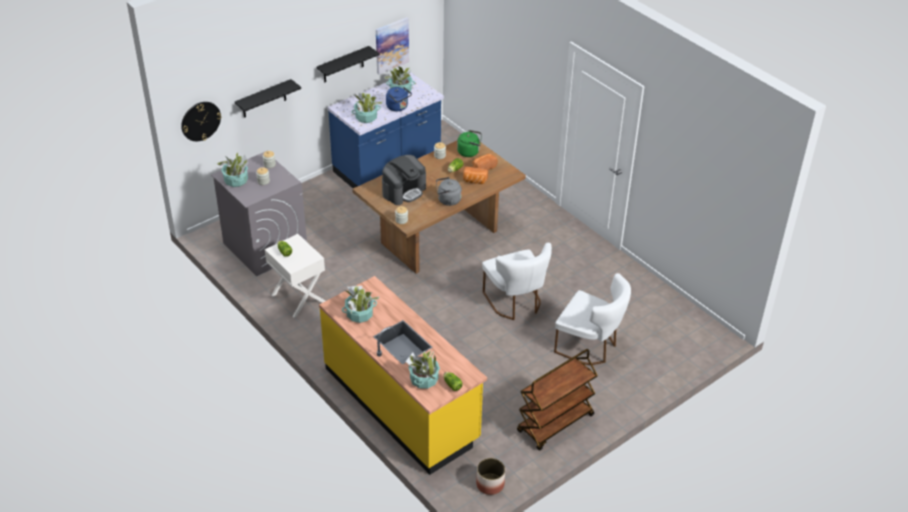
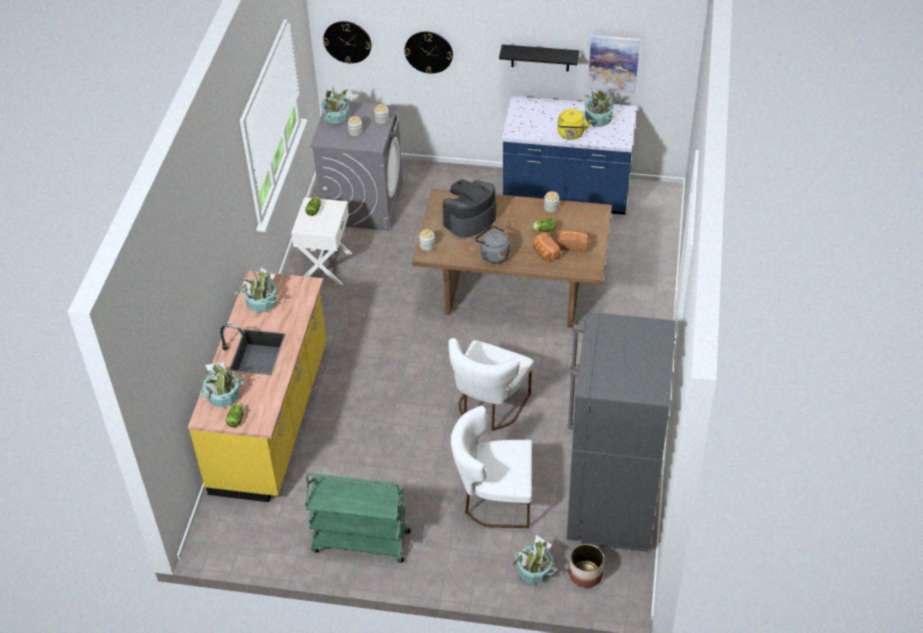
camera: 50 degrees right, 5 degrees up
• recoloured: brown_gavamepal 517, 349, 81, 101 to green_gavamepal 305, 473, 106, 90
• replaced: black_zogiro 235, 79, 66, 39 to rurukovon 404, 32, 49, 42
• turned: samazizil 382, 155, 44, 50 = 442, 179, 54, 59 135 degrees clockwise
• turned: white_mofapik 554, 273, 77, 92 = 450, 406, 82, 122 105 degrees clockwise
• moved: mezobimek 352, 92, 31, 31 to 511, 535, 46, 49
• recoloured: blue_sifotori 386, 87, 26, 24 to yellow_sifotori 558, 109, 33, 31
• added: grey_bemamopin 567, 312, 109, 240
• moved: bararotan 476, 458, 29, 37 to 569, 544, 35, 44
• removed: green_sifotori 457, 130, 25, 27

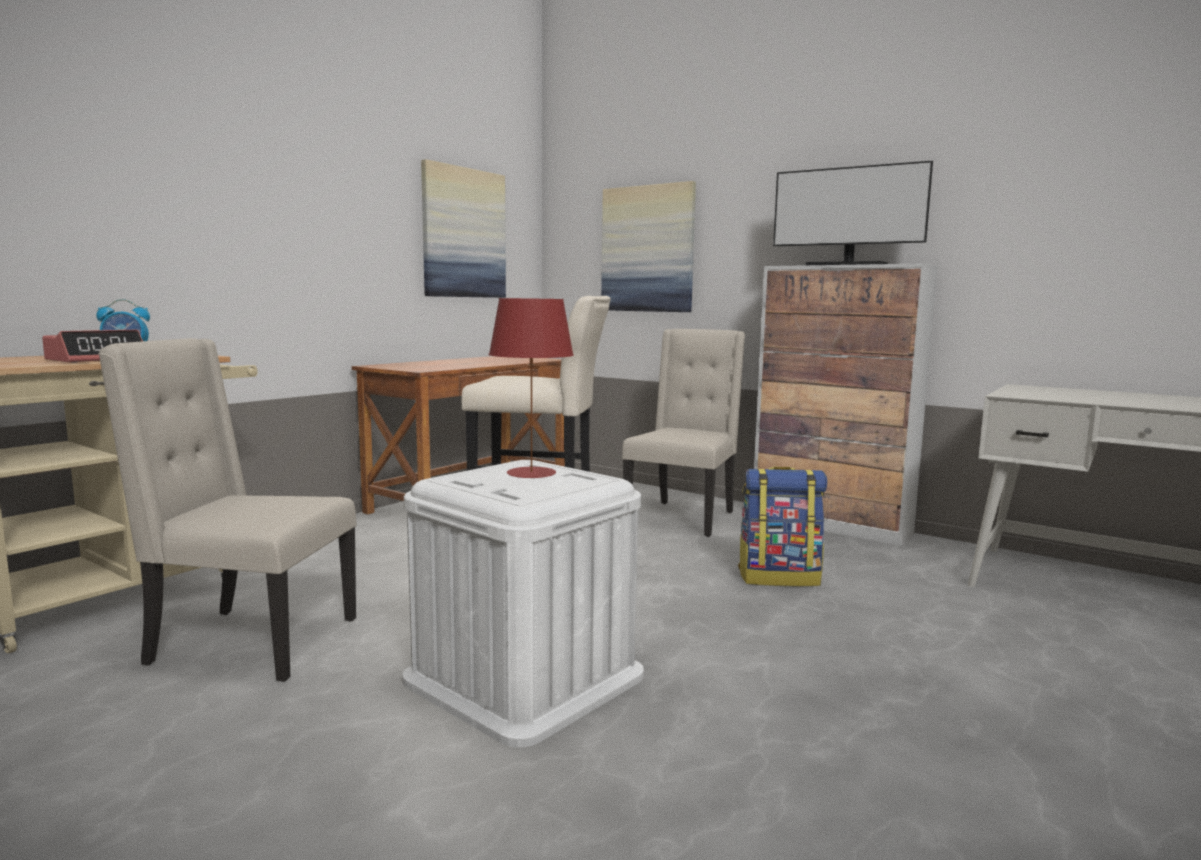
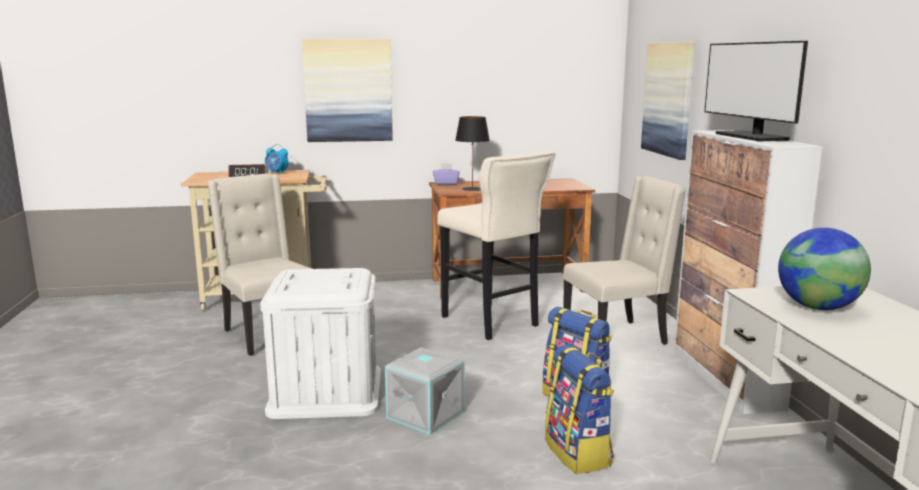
camera: 45 degrees right, 5 degrees up
• moved: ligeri 421, 159, 85, 139 to 302, 39, 91, 103
• added: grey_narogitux 385, 347, 80, 88
• added: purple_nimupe 433, 163, 27, 22
• added: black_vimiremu 455, 116, 35, 75
• added: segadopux 545, 344, 69, 130
• added: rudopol 778, 228, 93, 82
• removed: red_vimiremu 489, 298, 85, 181

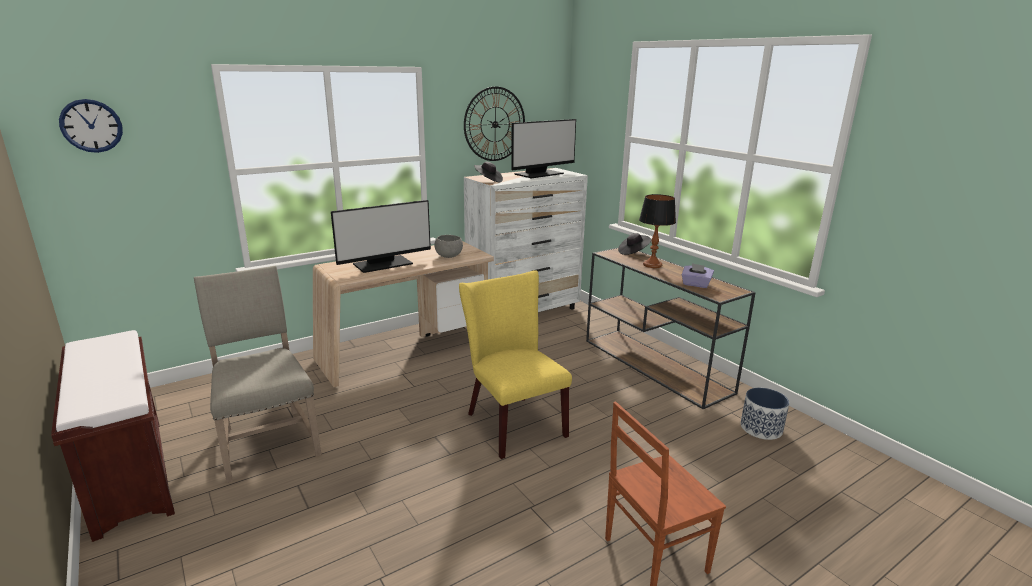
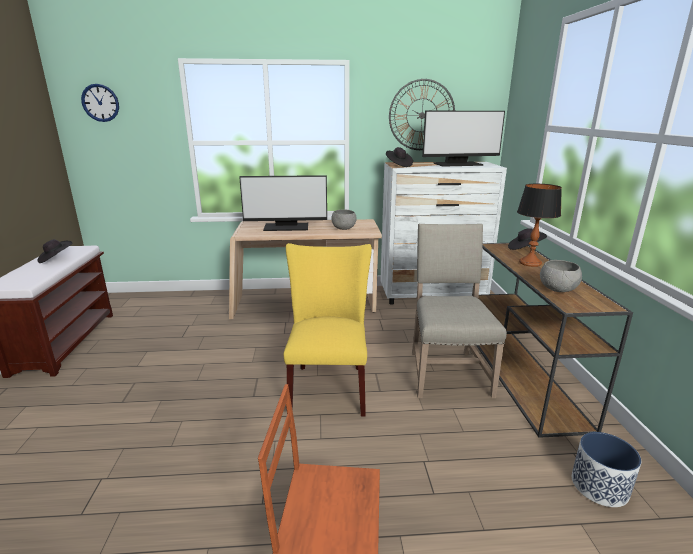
camera: 30 degrees right, 0 degrees up
• added: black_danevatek 38, 239, 34, 24
• moved: beige_mofapik 194, 266, 127, 217 to 412, 224, 95, 174
• replaced: purple_nimupe 682, 263, 32, 25 to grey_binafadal 540, 260, 42, 32

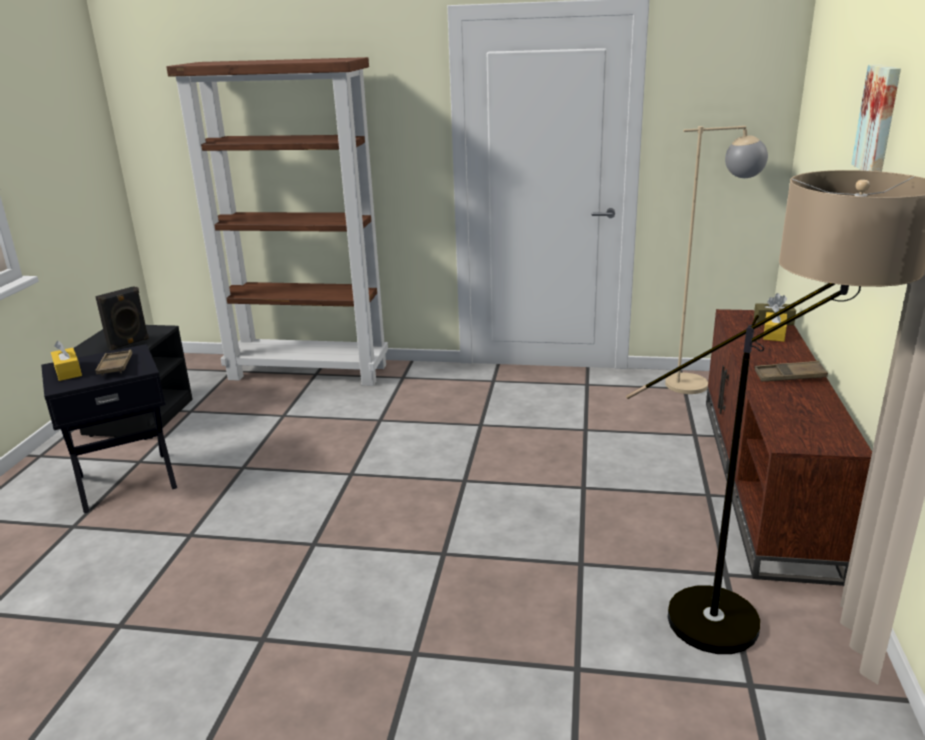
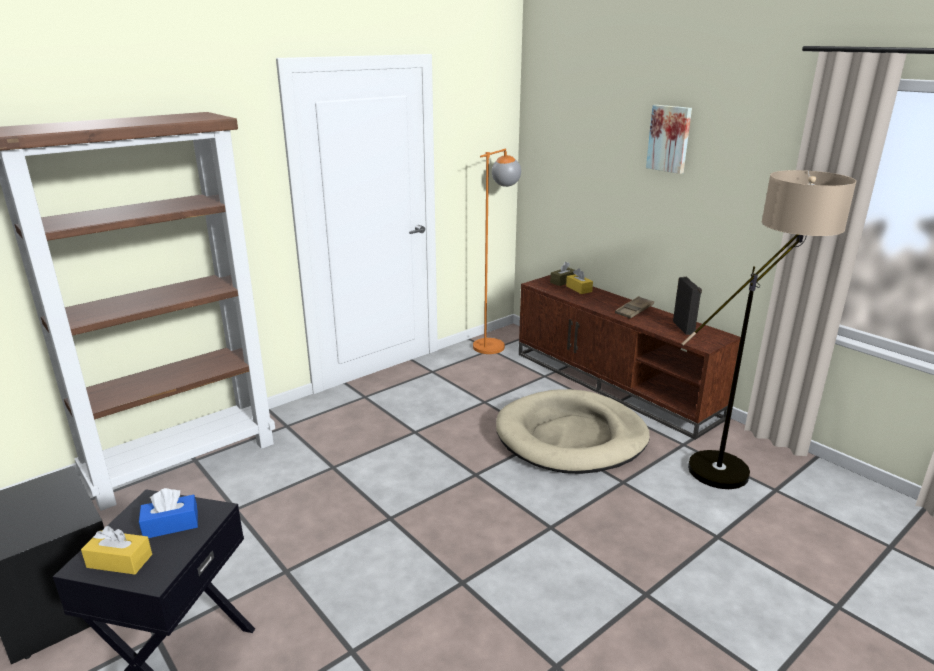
camera: 50 degrees left, 0 degrees up
• replaced: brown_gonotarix 95, 350, 38, 26 to blue_nimupe 139, 488, 59, 50
• recoloured: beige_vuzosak 665, 126, 103, 268 to orange_vuzosak 473, 149, 48, 205
• added: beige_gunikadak 496, 389, 154, 85
• moved: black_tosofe 95, 286, 54, 65 to 673, 277, 29, 58

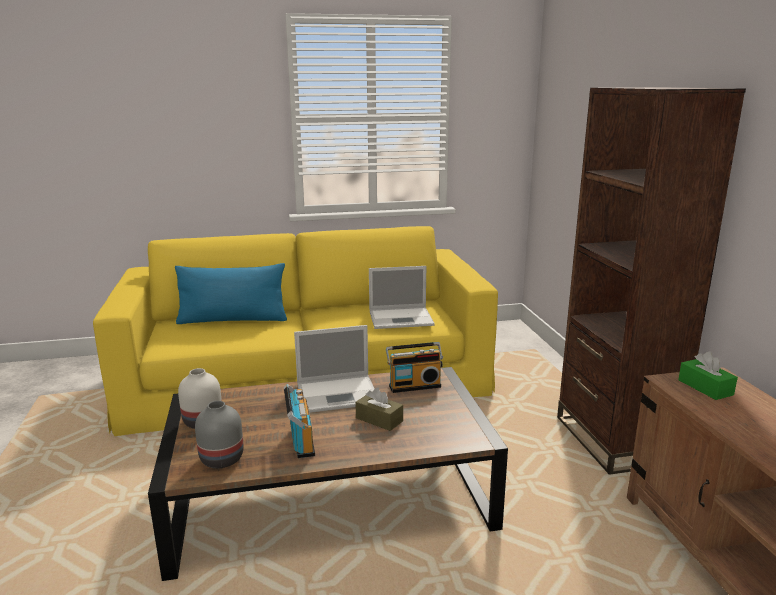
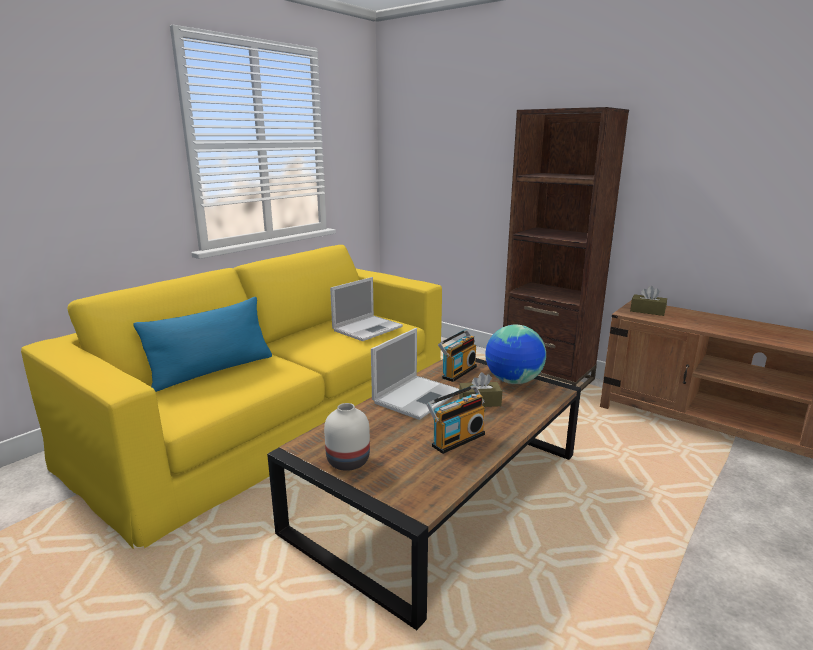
camera: 40 degrees left, 0 degrees up
• turned: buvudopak 284, 384, 31, 74 = 426, 385, 59, 69 105 degrees clockwise
• added: rudopol 485, 325, 61, 59
• recoloured: green_nimupe 678, 351, 60, 49 to brown_nimupe 630, 286, 37, 30
• removed: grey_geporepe 195, 401, 49, 67

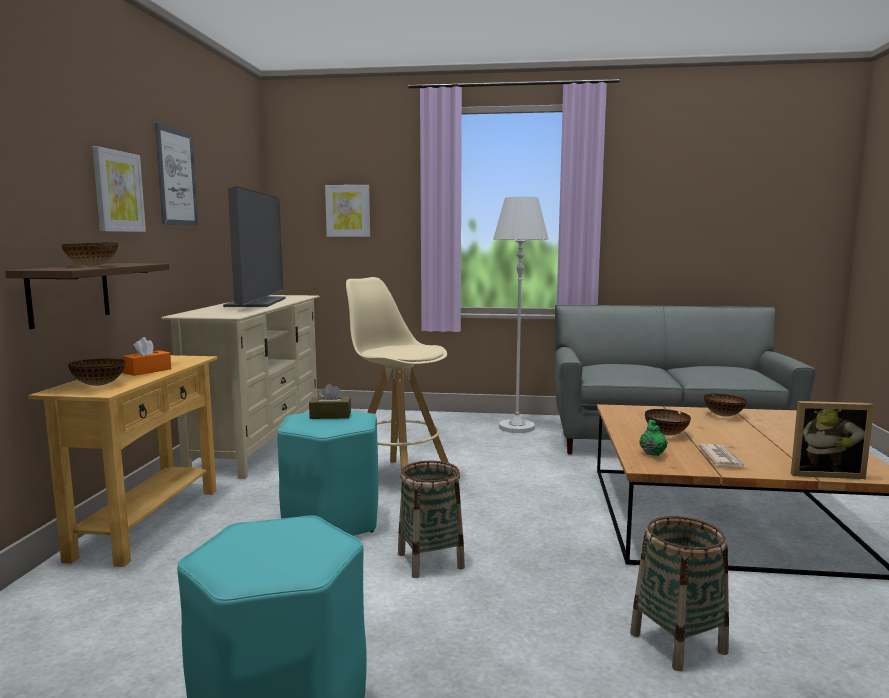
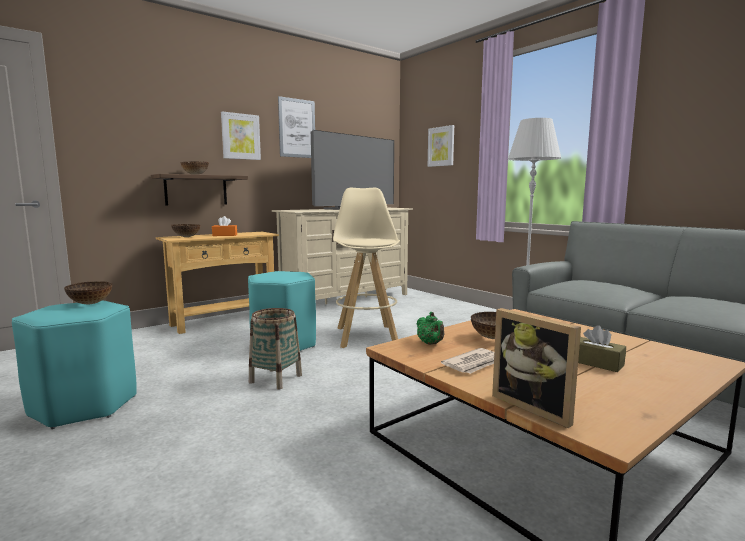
camera: 45 degrees right, 0 degrees up
• moved: binafadal 704, 394, 43, 23 to 64, 281, 48, 23
• turned: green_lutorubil 639, 420, 29, 36 = 417, 312, 27, 33 105 degrees clockwise
• moved: brown_nimupe 309, 384, 42, 35 to 578, 325, 48, 47
• removed: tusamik 630, 516, 99, 155

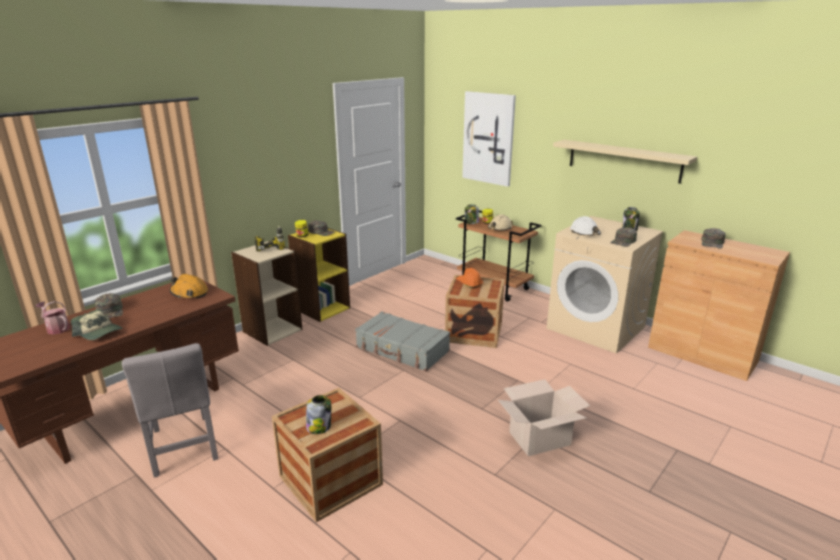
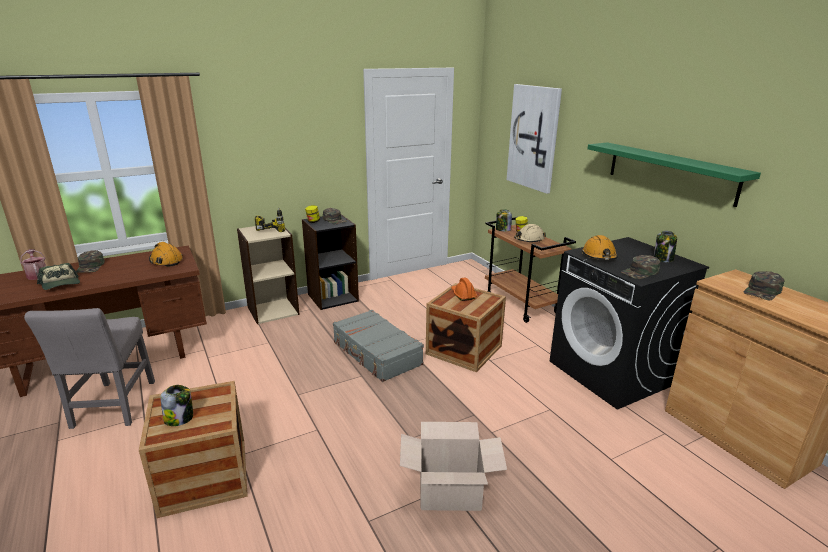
camera: 20 degrees right, 0 degrees up
• recoloured: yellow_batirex 288, 228, 62, 94 to black_batirex 302, 214, 57, 96
• recoloured: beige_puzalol 547, 216, 116, 138 to black_puzalol 550, 237, 159, 173
• recoloured: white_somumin 570, 216, 31, 20 to orange_somumin 582, 235, 36, 25
• recoloured: beige_zogiro 553, 140, 144, 44 to green_zogiro 588, 142, 173, 65

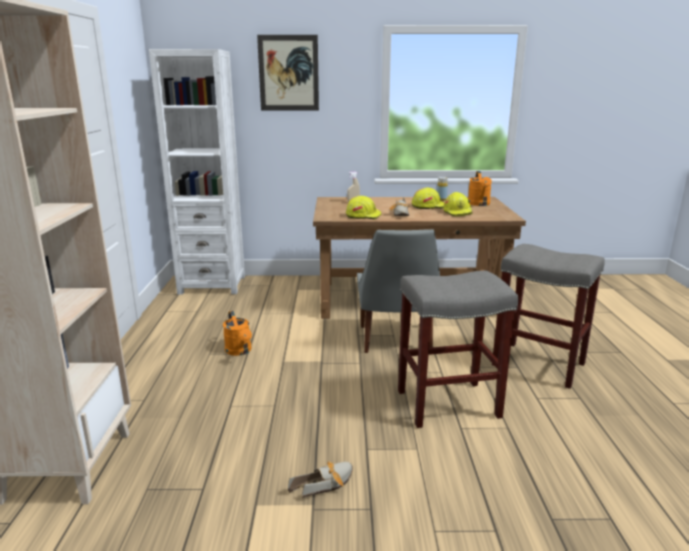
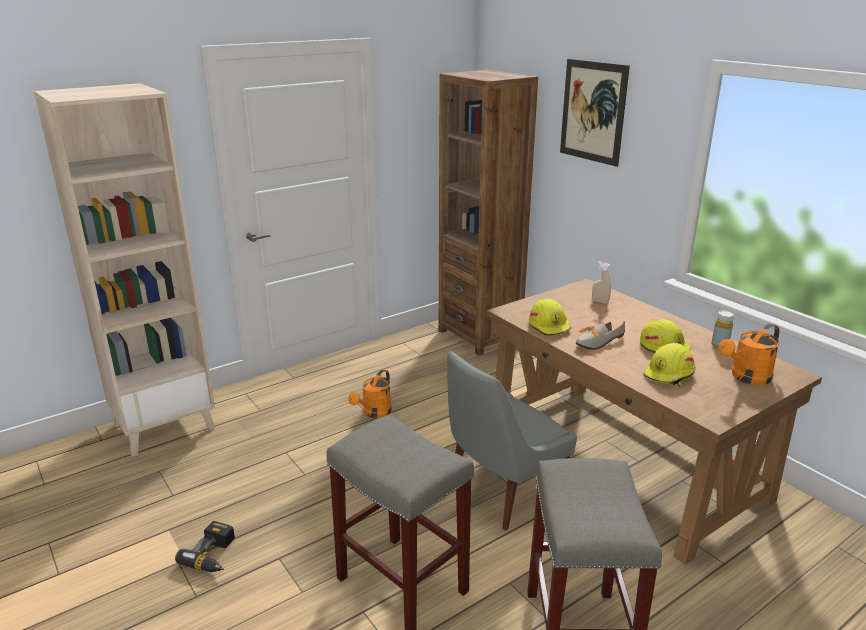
camera: 55 degrees right, 5 degrees up
• replaced: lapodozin 288, 461, 65, 37 to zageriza 175, 521, 60, 51
• recoloured: white_batirex 149, 49, 96, 246 to brown_batirex 439, 70, 99, 286

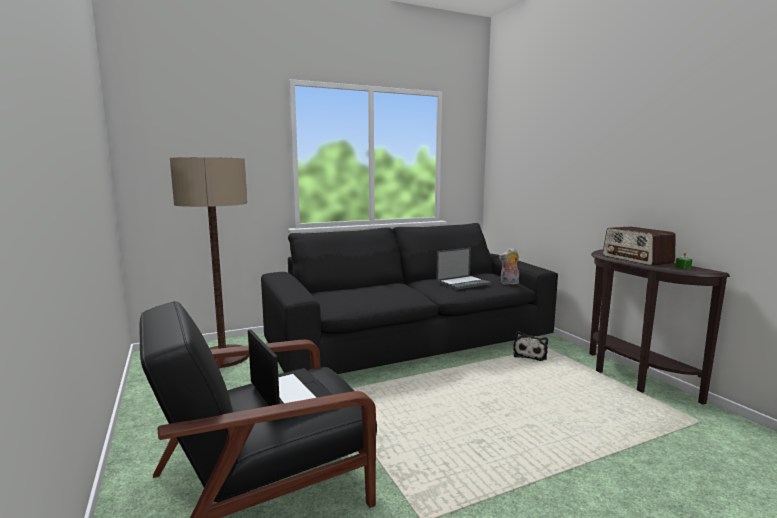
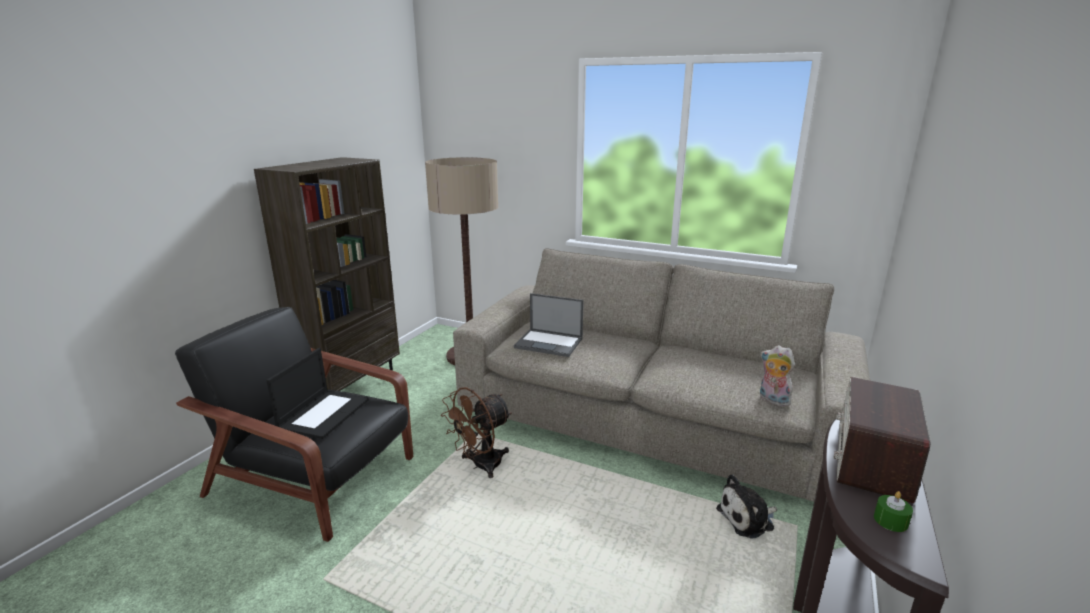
camera: 50 degrees right, 10 degrees up
• added: brown_batirex 254, 157, 146, 234
• added: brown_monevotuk 441, 387, 71, 91
• recoloured: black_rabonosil 261, 223, 297, 151 to beige_rabonosil 453, 248, 417, 254
• moved: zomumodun 436, 248, 55, 42 to 514, 293, 70, 64

